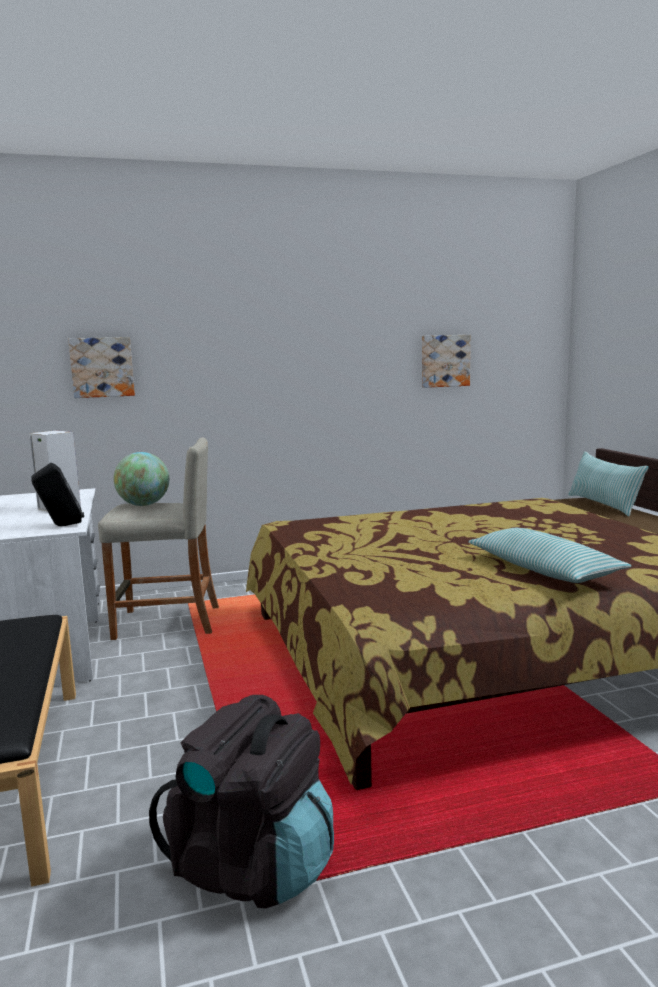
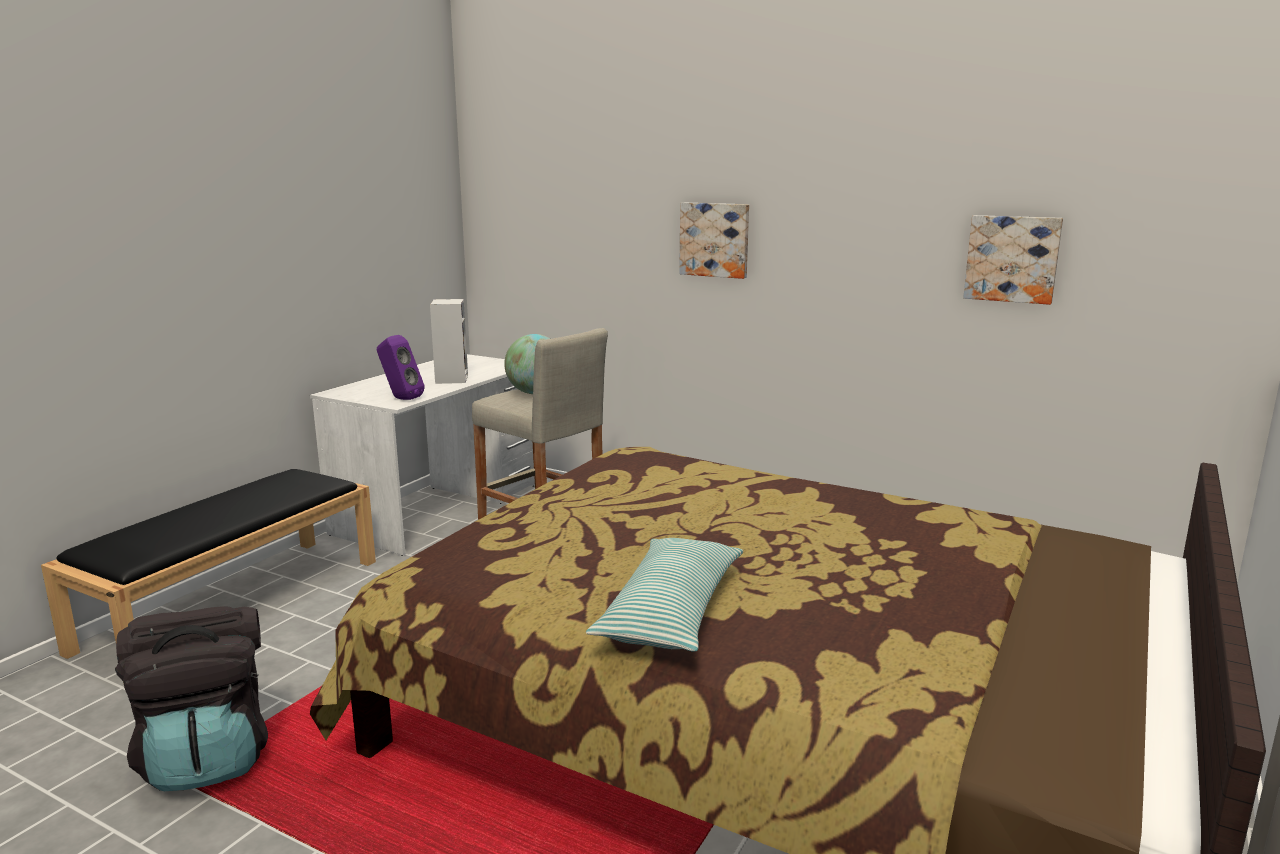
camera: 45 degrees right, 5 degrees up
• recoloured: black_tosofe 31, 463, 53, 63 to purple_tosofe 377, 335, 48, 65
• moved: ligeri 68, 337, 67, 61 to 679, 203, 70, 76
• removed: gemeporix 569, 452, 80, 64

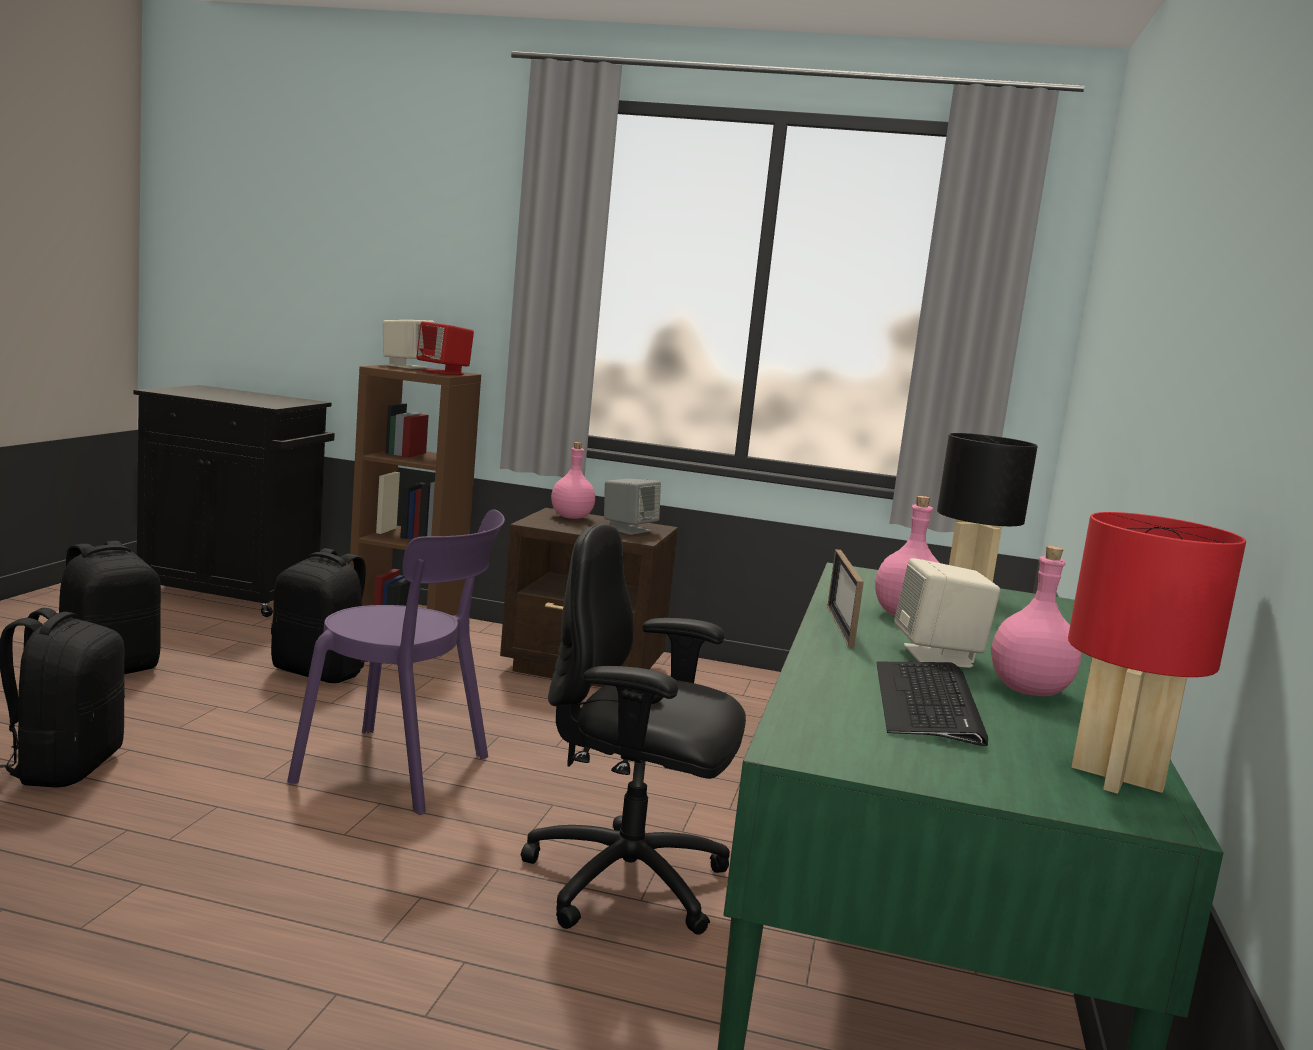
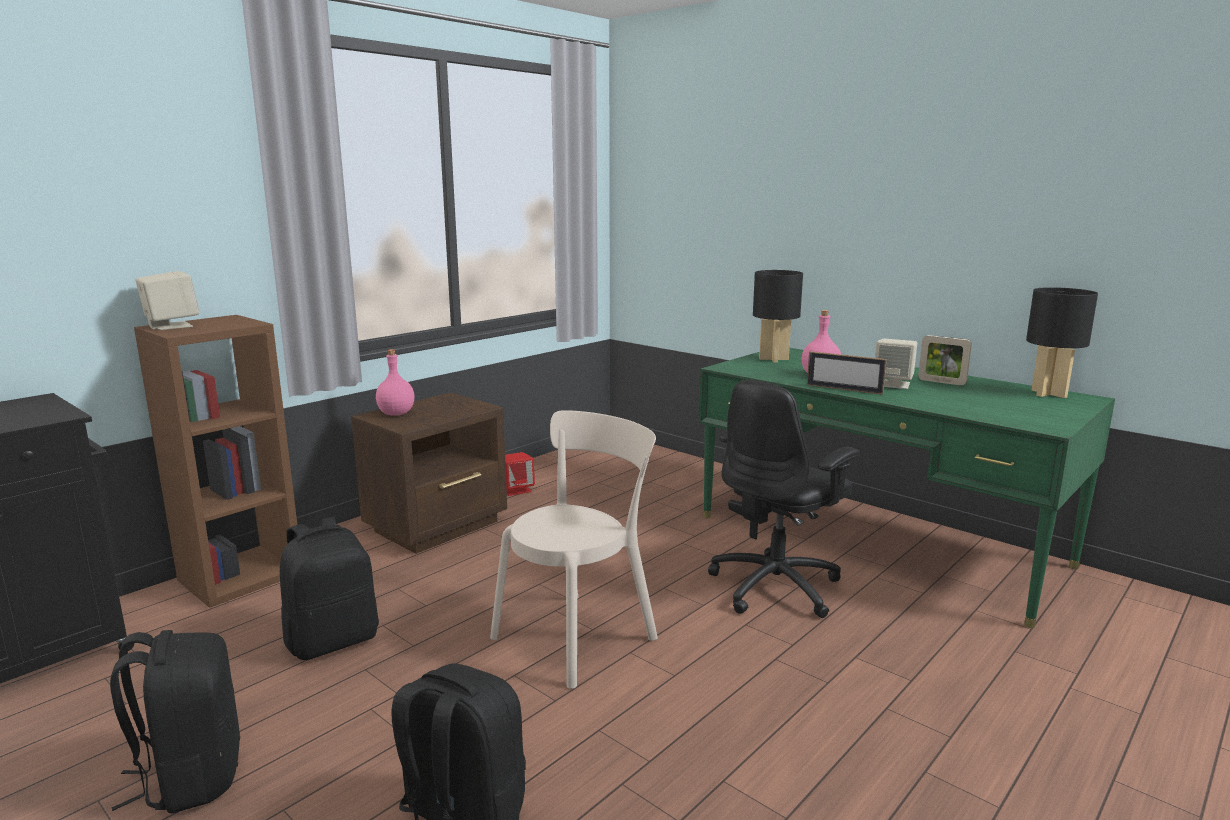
camera: 60 degrees left, 5 degrees up
• recoloured: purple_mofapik 287, 509, 218, 306 to beige_mofapik 490, 410, 168, 279
• moved: red_tosofe 416, 321, 58, 54 to 505, 452, 30, 44
• replaced: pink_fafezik 991, 546, 90, 150 to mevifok 918, 335, 54, 50
• recoloured: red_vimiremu 1068, 512, 178, 282 to black_vimiremu 1026, 287, 72, 111
• removed: grey_tosofe 604, 478, 57, 57
• removed: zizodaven 877, 662, 111, 84

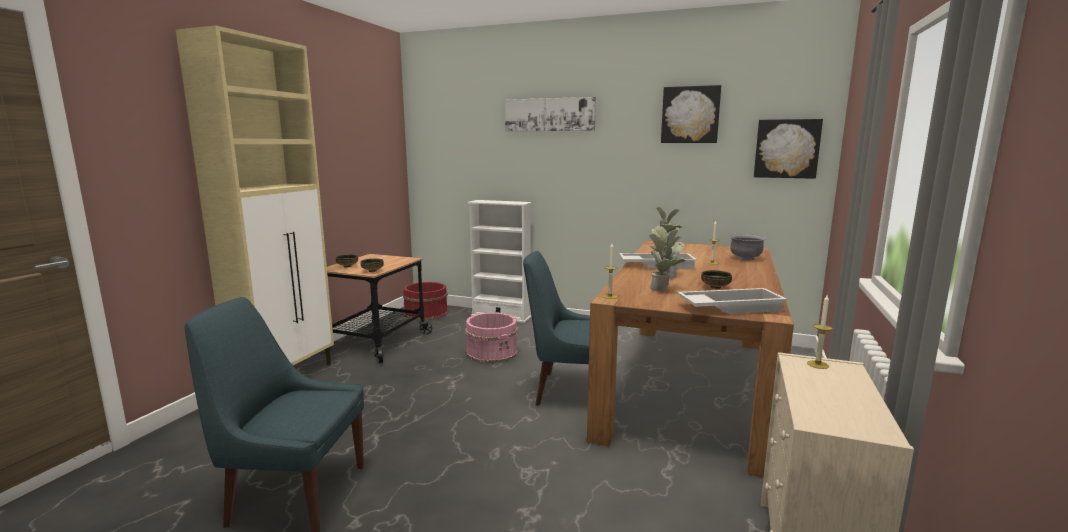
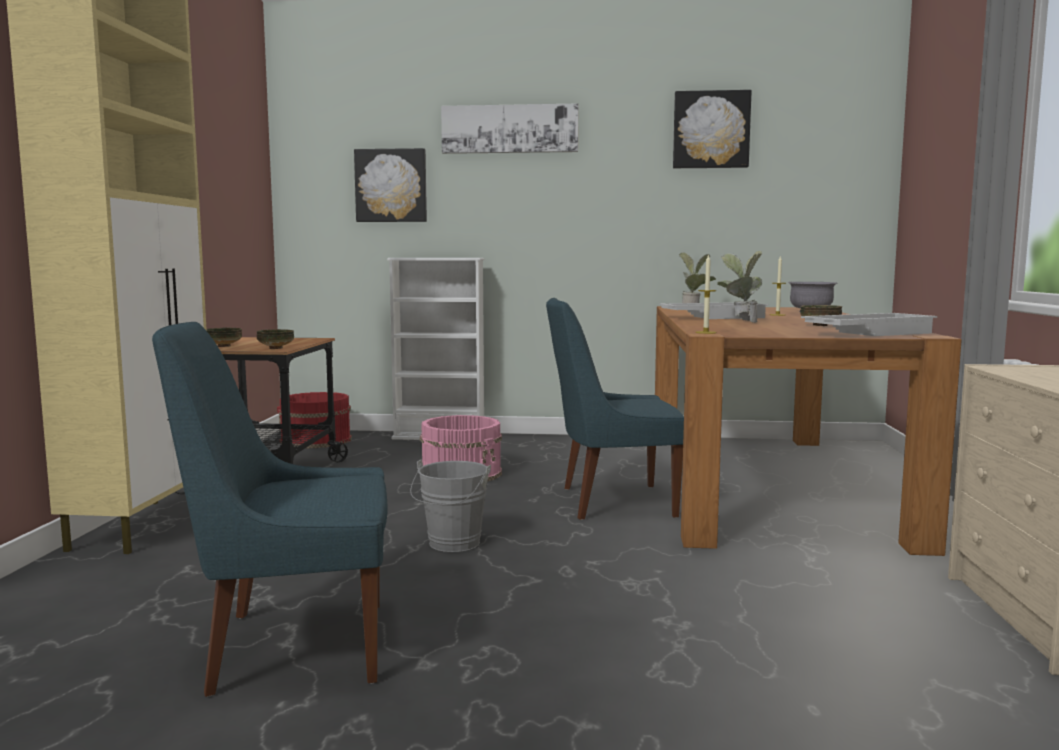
camera: 15 degrees left, 5 degrees down
• moved: ligeri 754, 119, 69, 60 to 354, 148, 73, 74
• added: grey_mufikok 410, 459, 81, 93
• removed: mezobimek 649, 234, 37, 58
• removed: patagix 807, 295, 25, 74

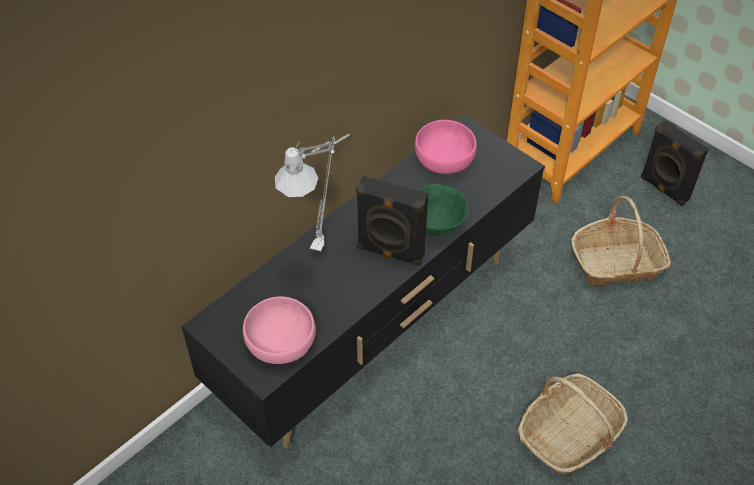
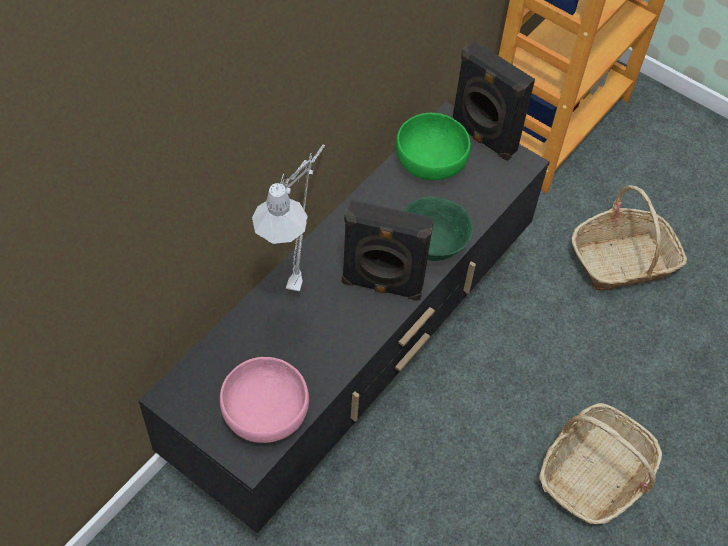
camera: 10 degrees left, 5 degrees up
• recoloured: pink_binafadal 415, 120, 62, 54 to green_binafadal 396, 113, 75, 67
• moved: black_tosofe 641, 120, 67, 86 to 452, 41, 83, 120

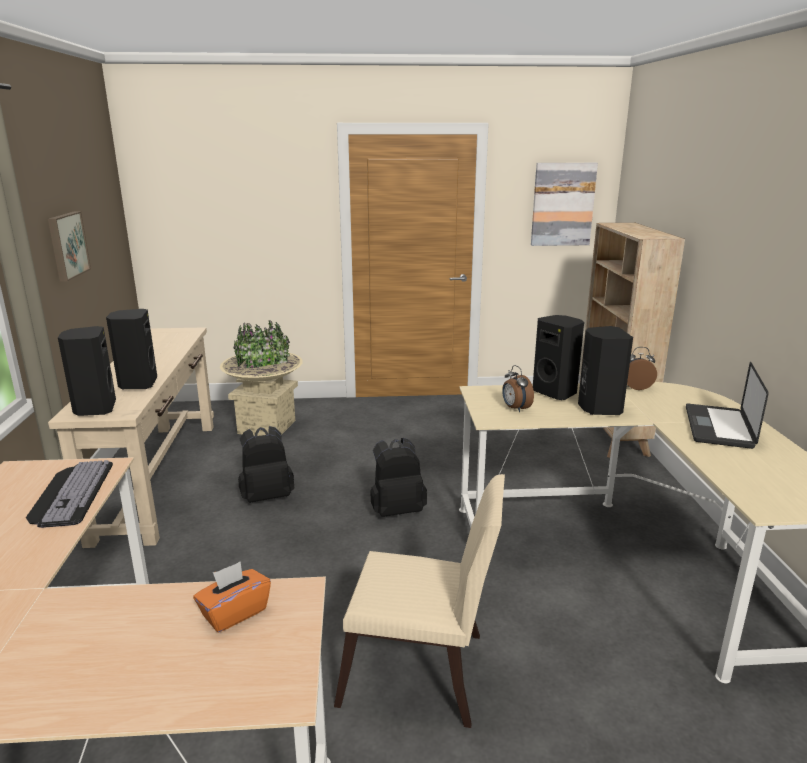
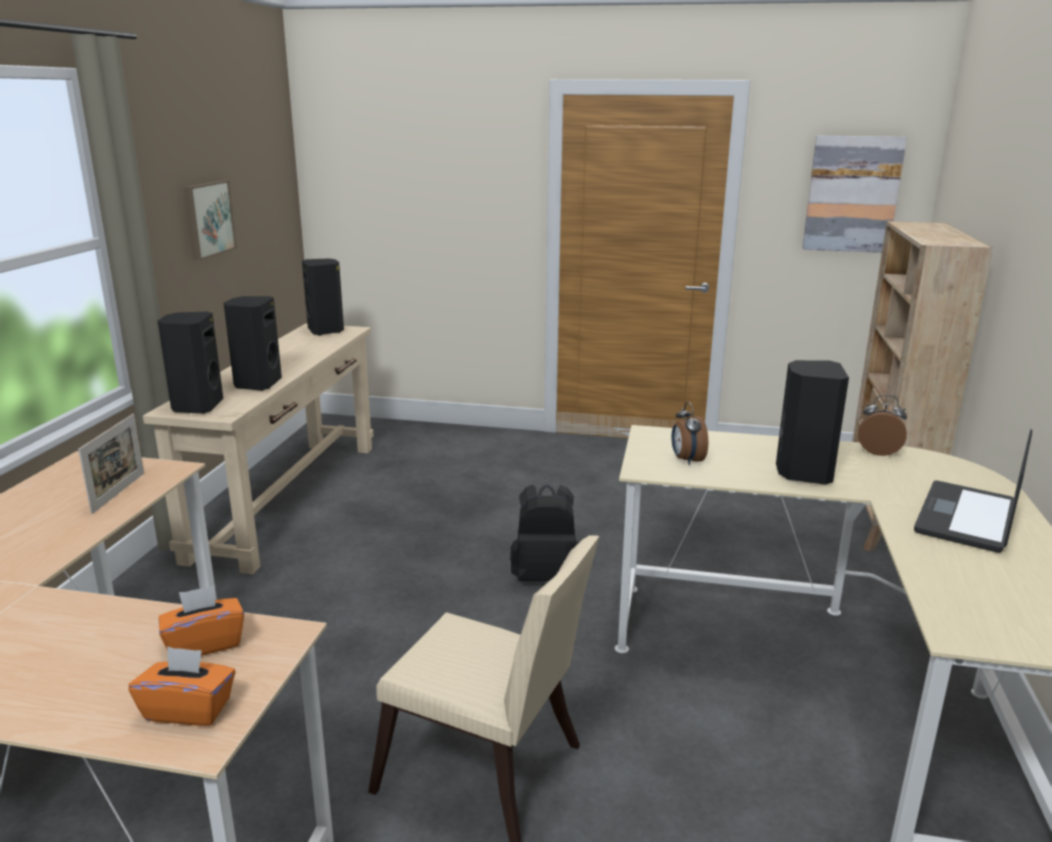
camera: 15 degrees right, 0 degrees up
• replaced: zizodaven 26, 460, 87, 68 to mevifok 78, 414, 66, 100
• added: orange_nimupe 128, 646, 108, 80
• moved: black_tosofe 533, 315, 51, 85 to 302, 258, 42, 78
• removed: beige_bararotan 220, 320, 83, 116
• removed: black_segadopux 238, 426, 56, 77

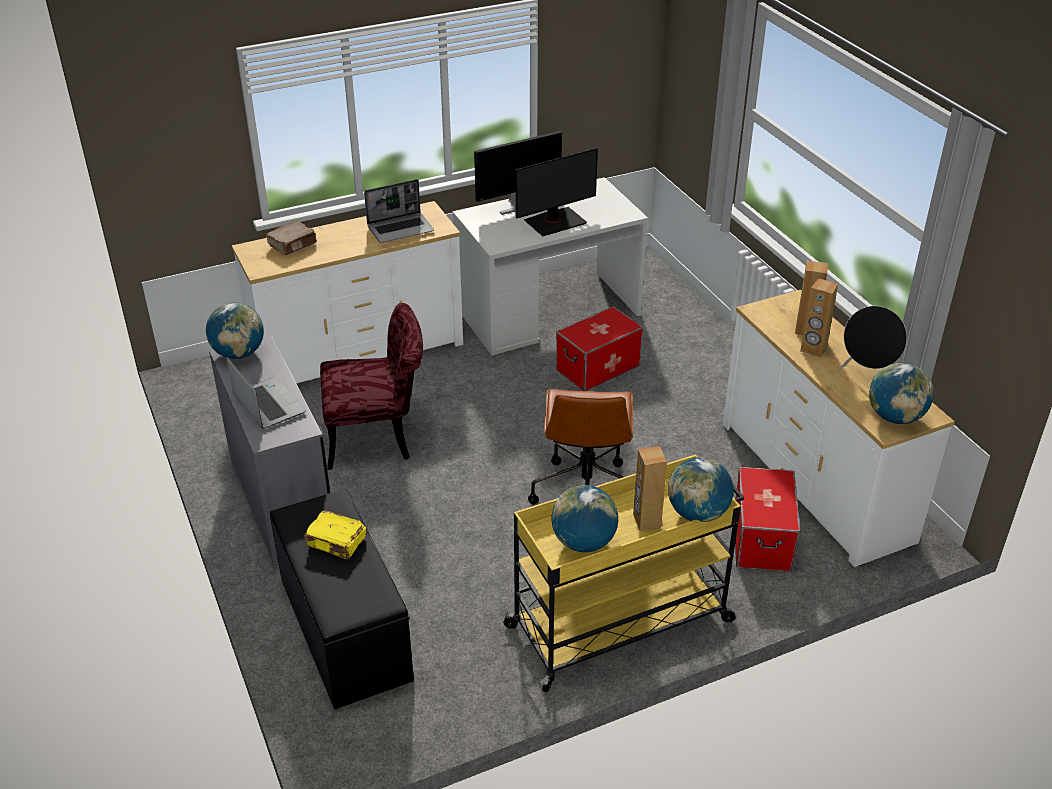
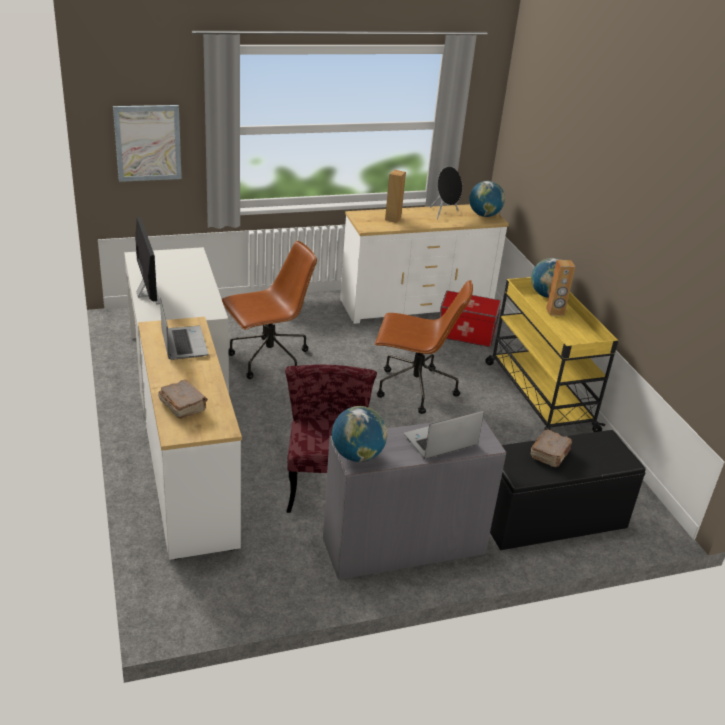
camera: 85 degrees left, 5 degrees down
• added: ligeri 113, 105, 69, 77
• replaced: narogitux 556, 306, 87, 85 to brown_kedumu 222, 240, 95, 139
• recoloured: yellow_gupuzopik 304, 510, 62, 50 to brown_gupuzopik 531, 429, 41, 38
• removed: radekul 516, 148, 82, 89
• removed: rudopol 551, 485, 68, 67
• removed: brown_tosofe 800, 278, 38, 80

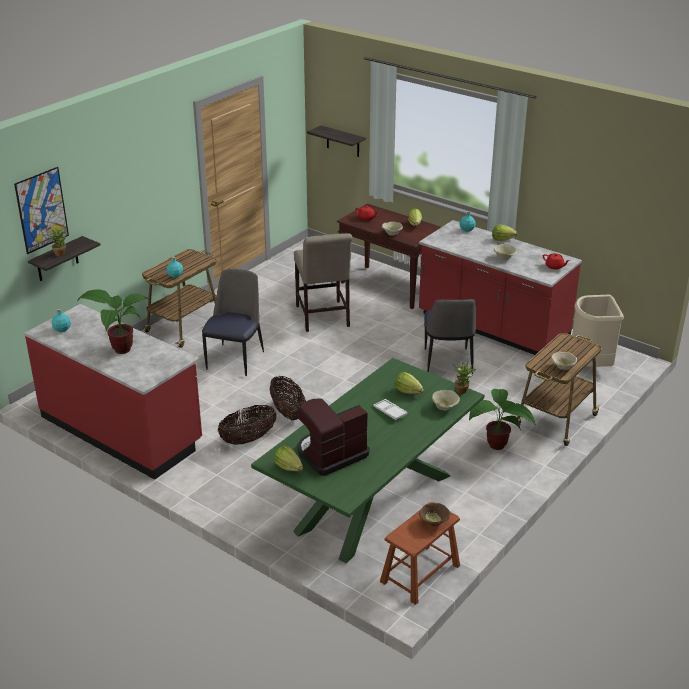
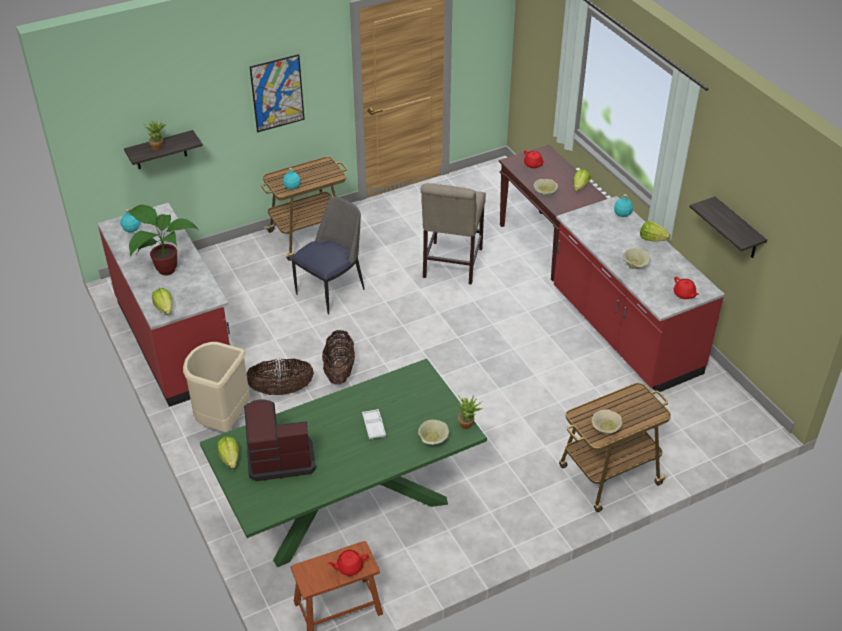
camera: 25 degrees right, 10 degrees up
• moved: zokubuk 395, 372, 29, 22 to 152, 288, 20, 27
• moved: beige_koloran 572, 295, 52, 72 to 183, 342, 67, 90
• moved: ligeri 14, 167, 55, 87 to 250, 54, 55, 79
• replaced: brown_binafadal 419, 503, 32, 23 to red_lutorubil 327, 550, 42, 26
• moved: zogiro 307, 125, 59, 32 to 690, 196, 77, 62
• removed: mofapik 424, 299, 52, 75
• removed: mezobimek 469, 389, 67, 61

